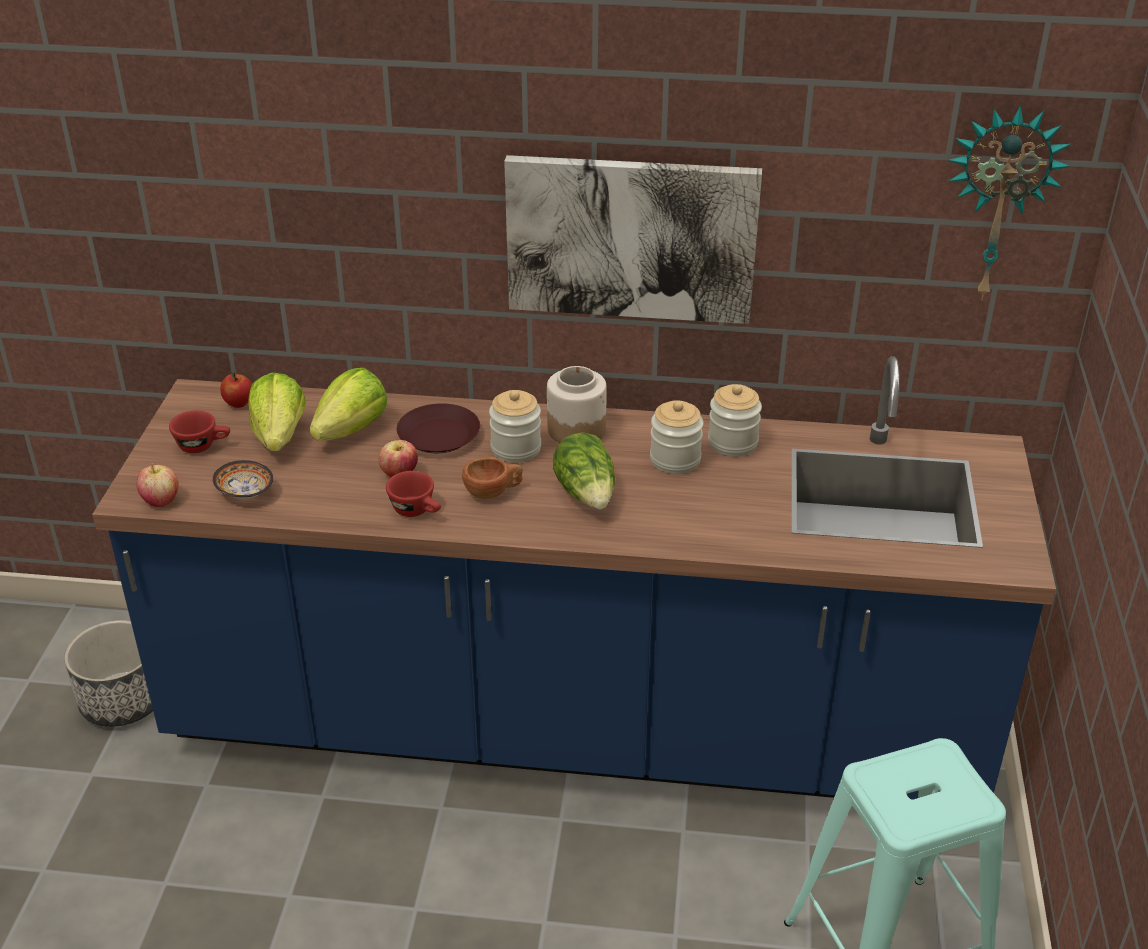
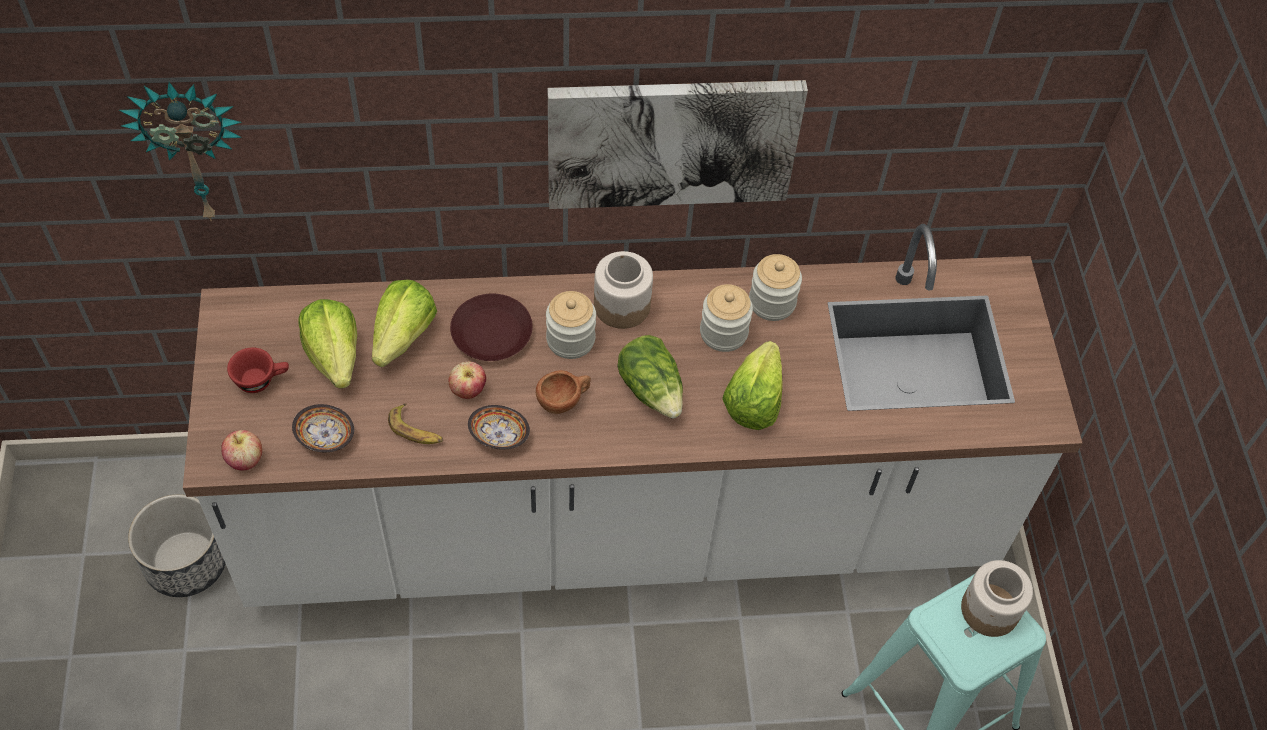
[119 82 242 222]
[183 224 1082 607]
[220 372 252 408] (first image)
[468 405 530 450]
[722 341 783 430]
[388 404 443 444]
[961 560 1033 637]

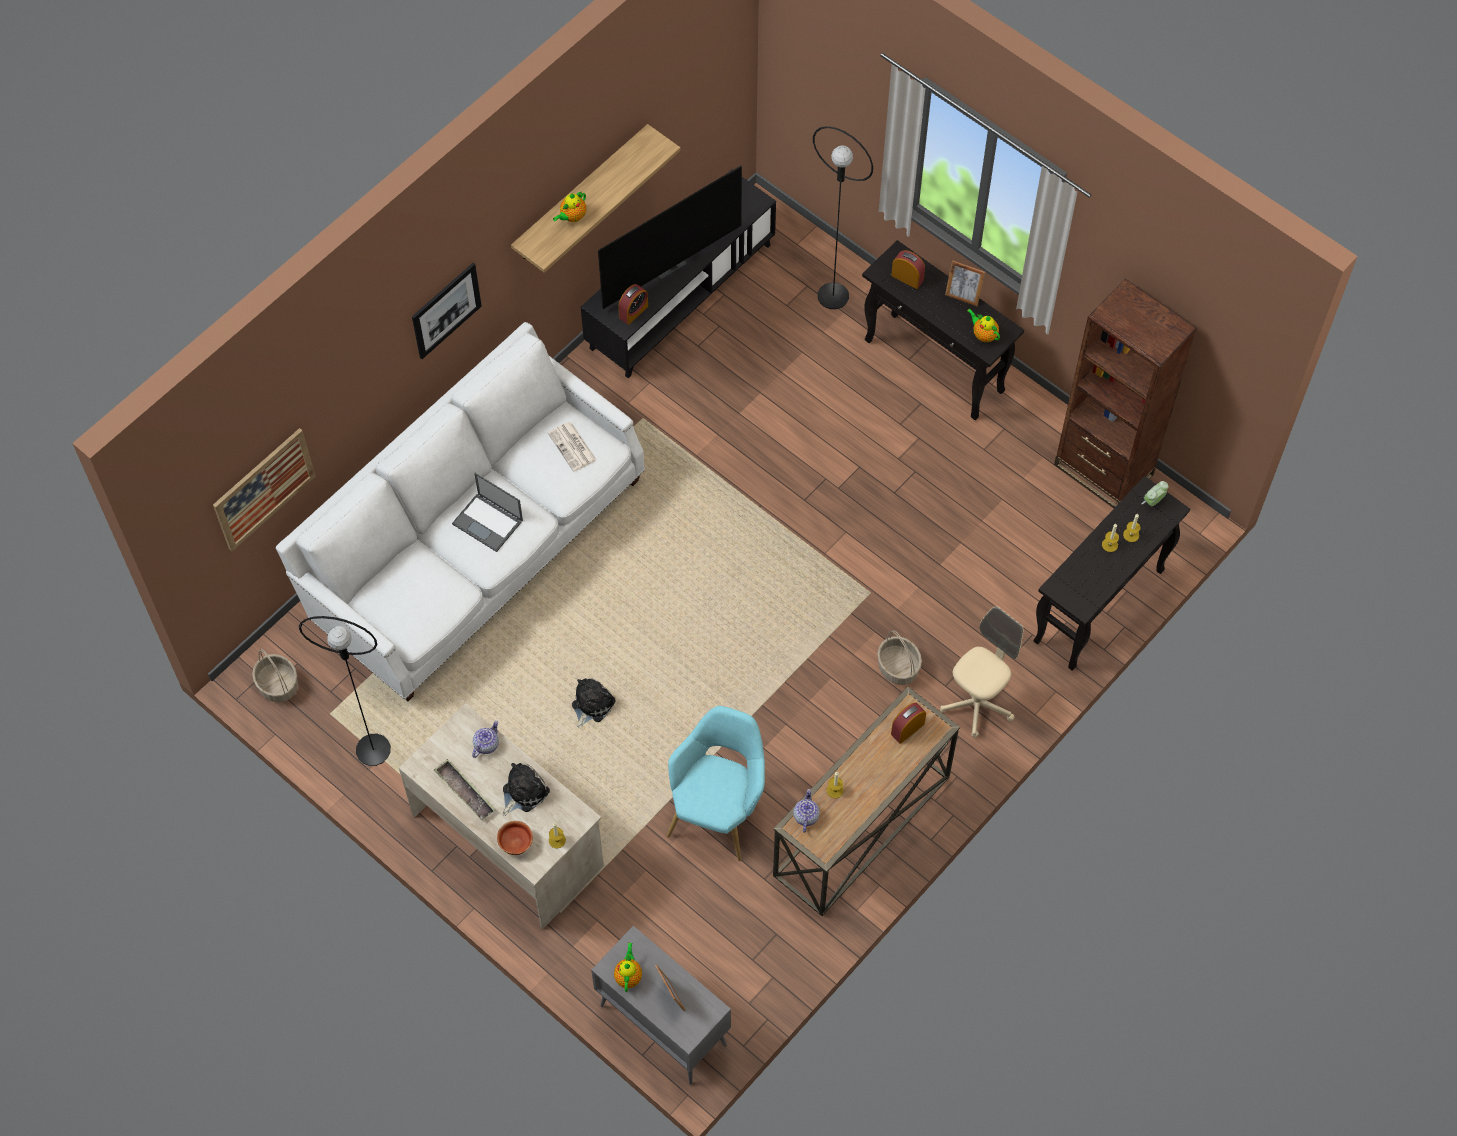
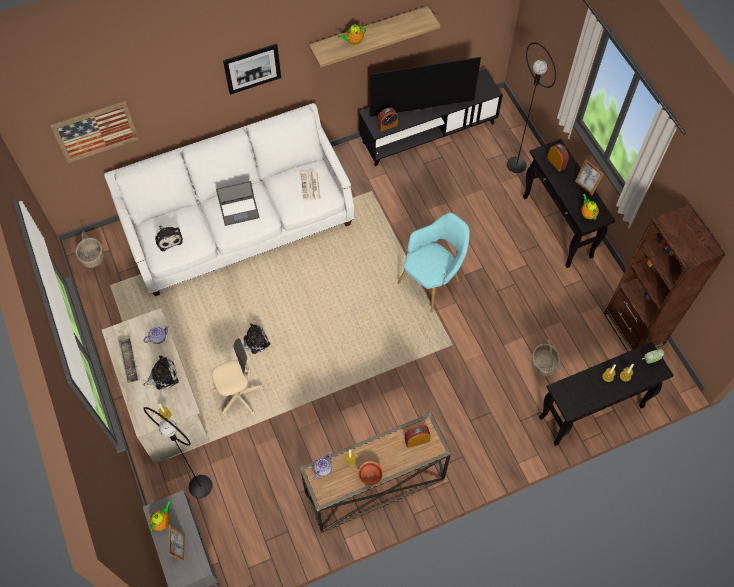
[216 181 260 226]
[212 338 264 417]
[144 407 213 498]
[532 340 560 376]
[398 213 470 312]
[358 461 383 486]
[155 226 183 252]

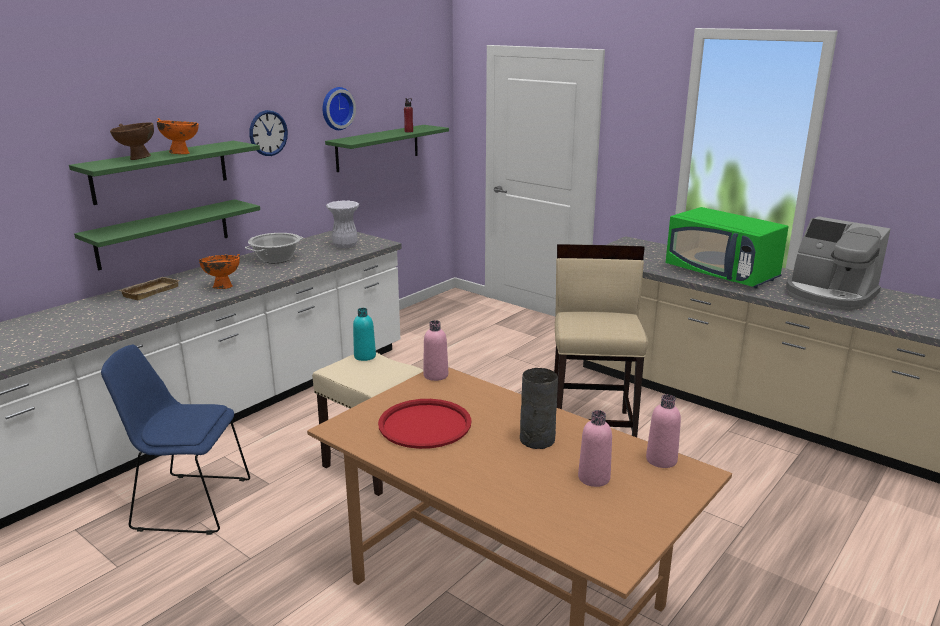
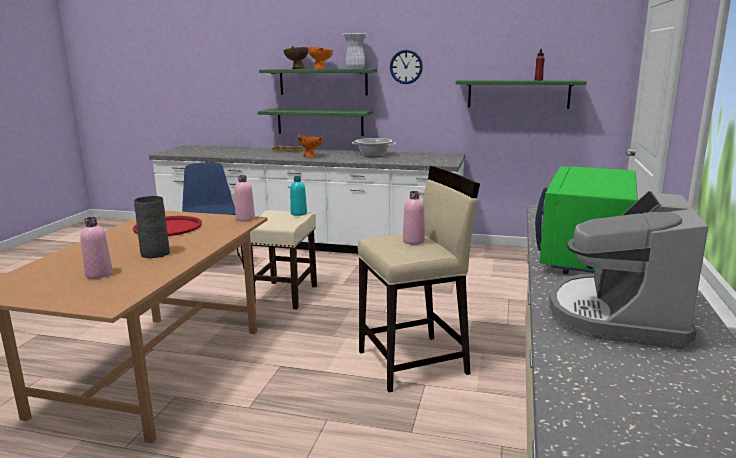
[323 87 356 130] (first image)
[342 33 368 69]
[403 191 425 245]

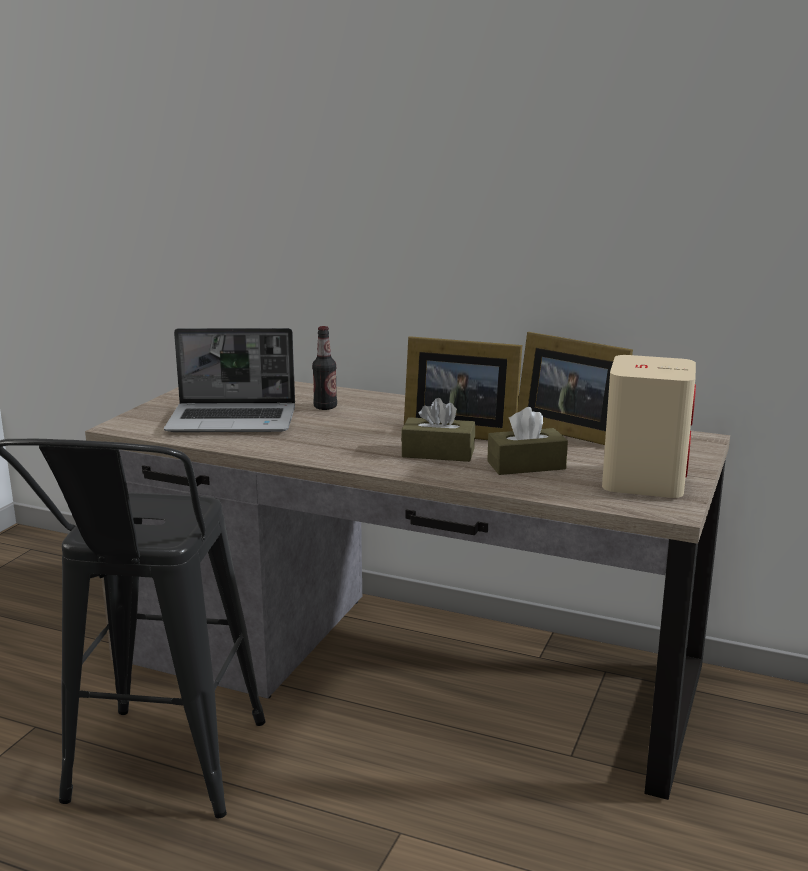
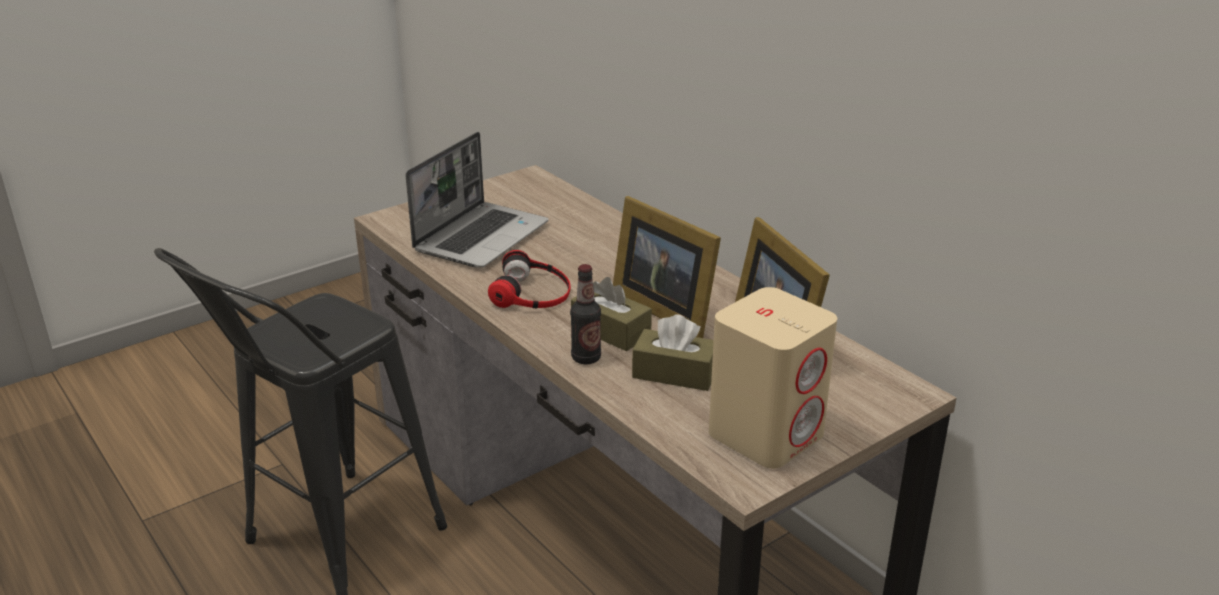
[570 264 601 364]
[405 132 549 268]
[488 250 571 308]

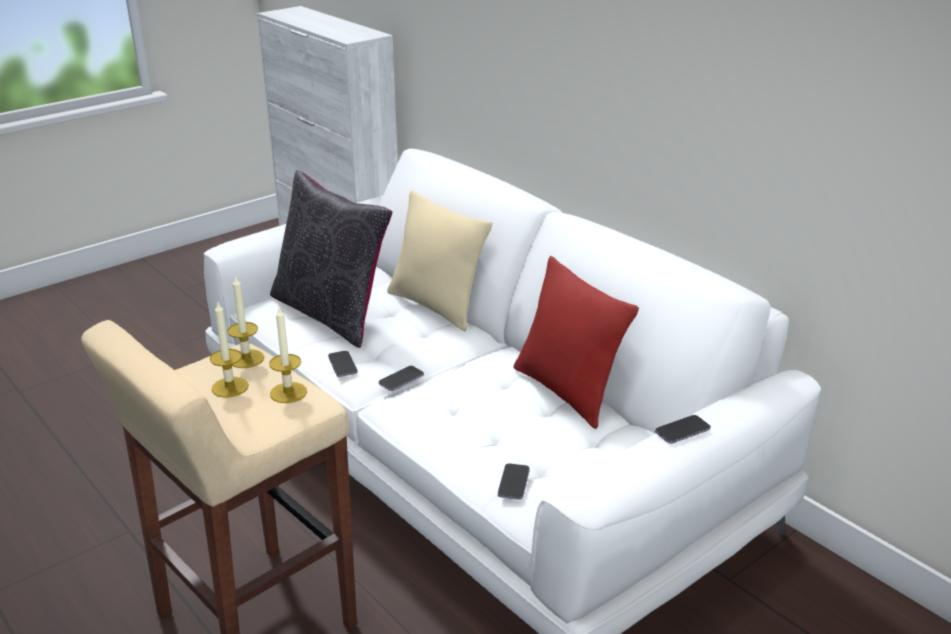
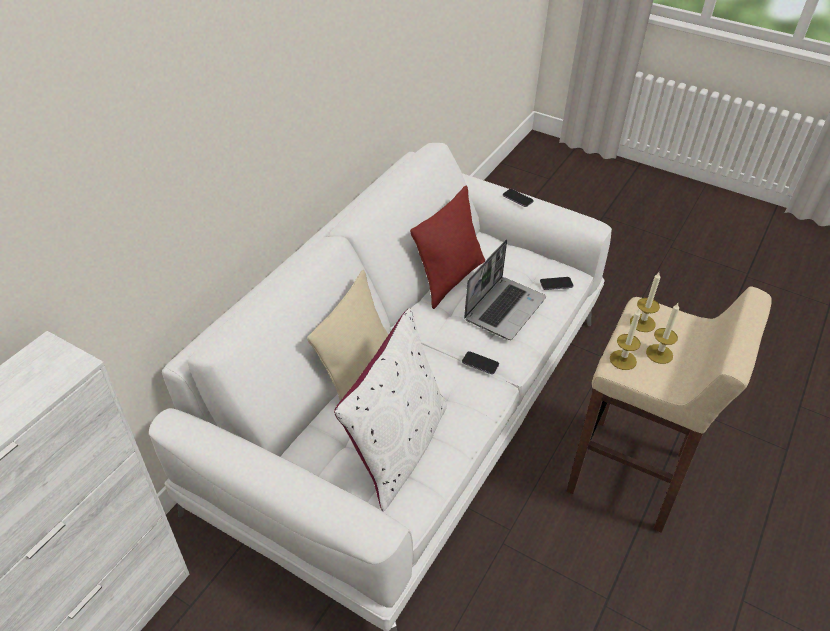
[334 308 447 512]
[328 351 358 377] (first image)
[464 239 546 340]

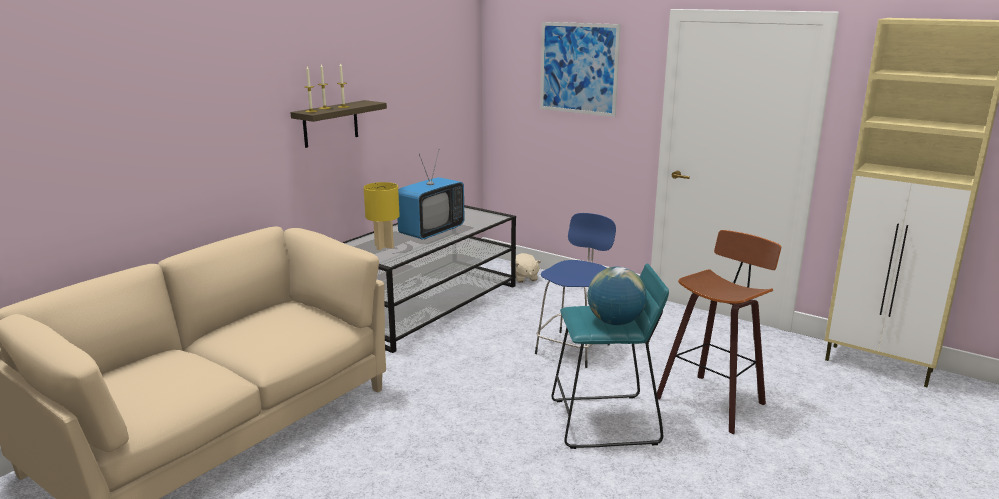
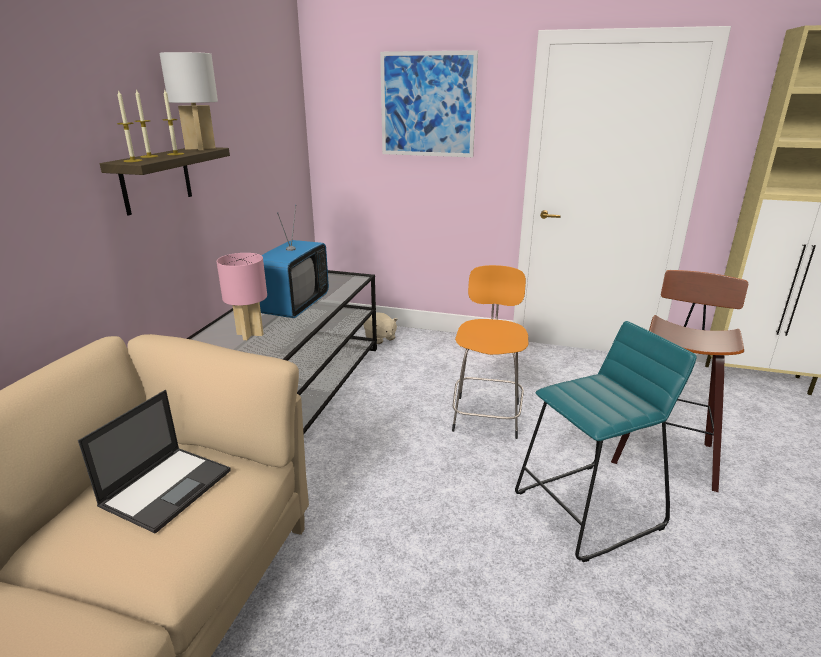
[217 253 267 340]
[452 265 529 439]
[587 267 646 325] (first image)
[159 52 218 150]
[78 390 231 534]

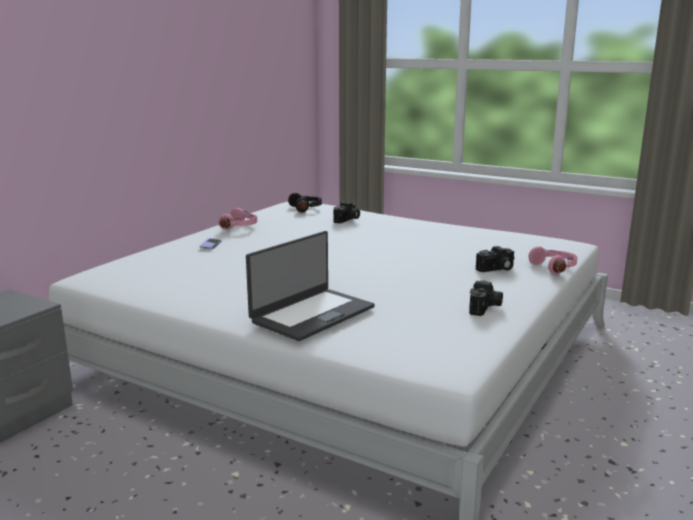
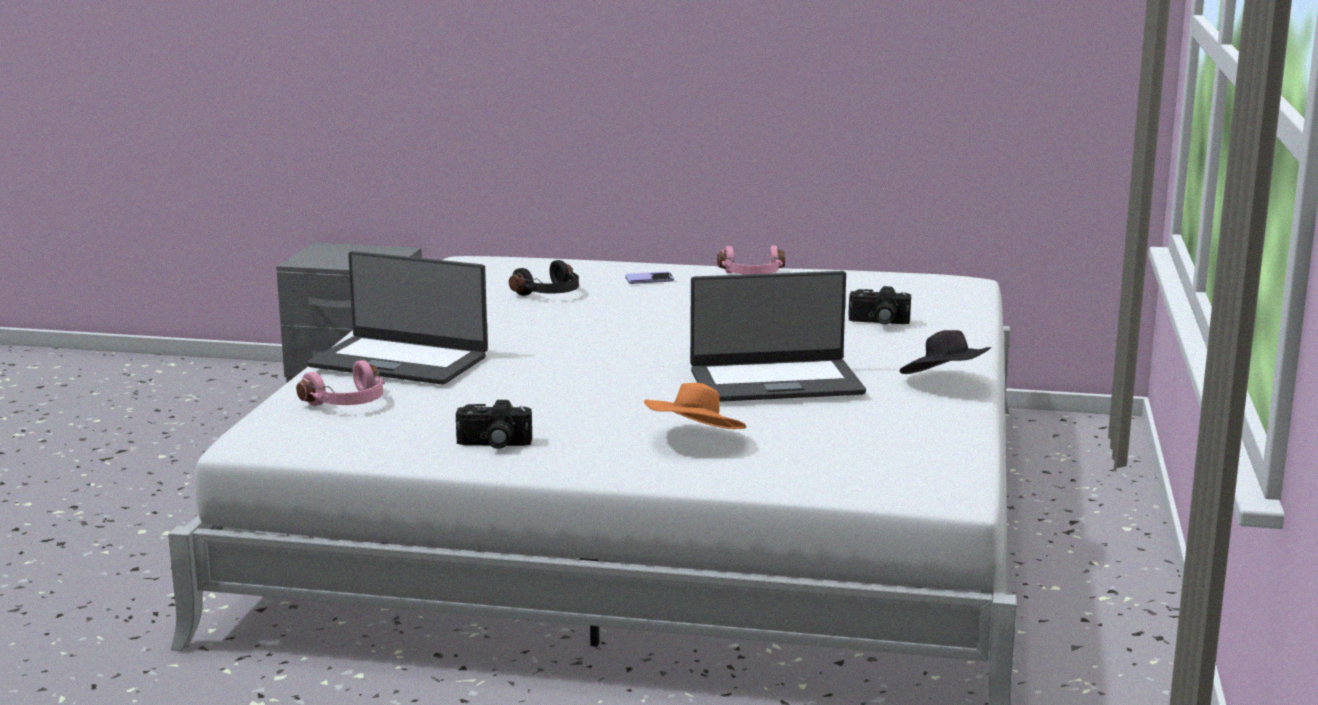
[509 260 579 296]
[644 383 747 429]
[296 360 385 406]
[690 271 866 402]
[900 330 992 374]

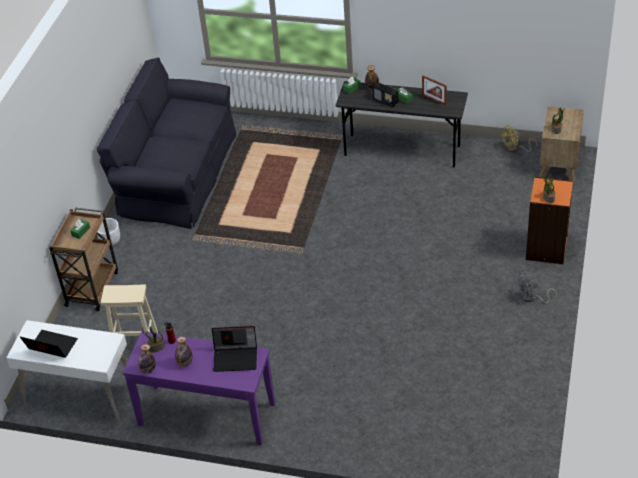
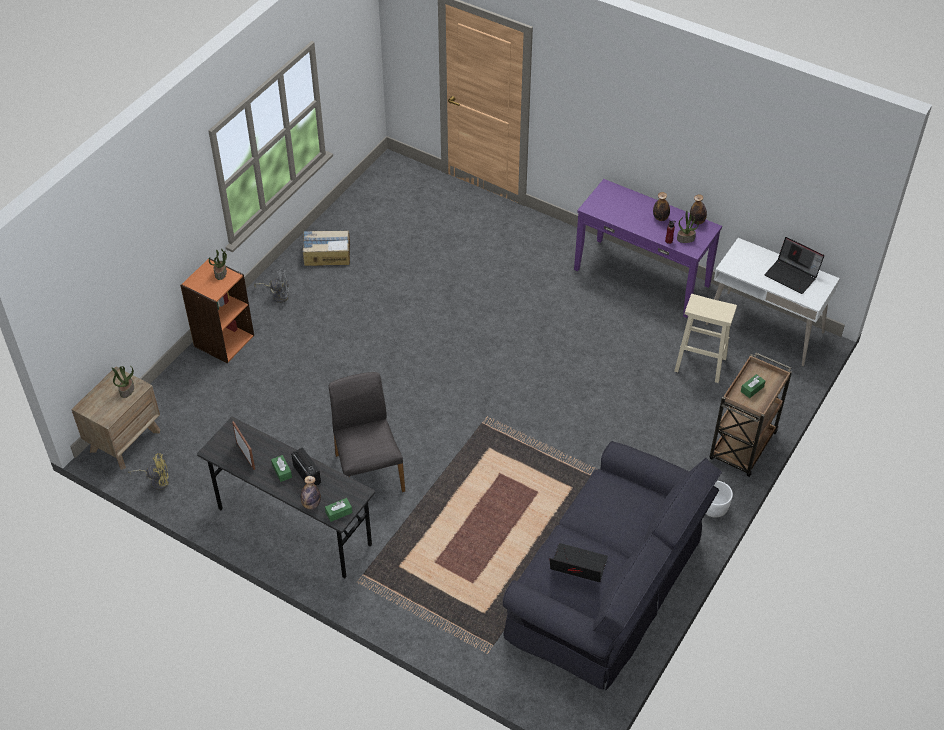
[549 543 608 582]
[303 231 350 266]
[329 372 405 492]

